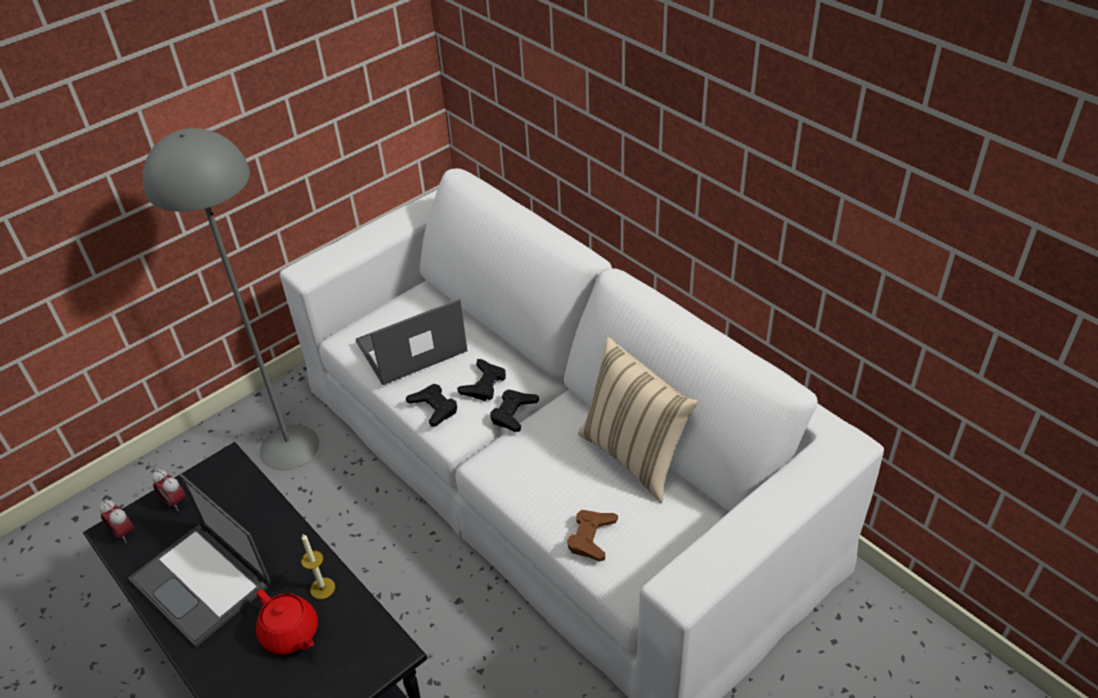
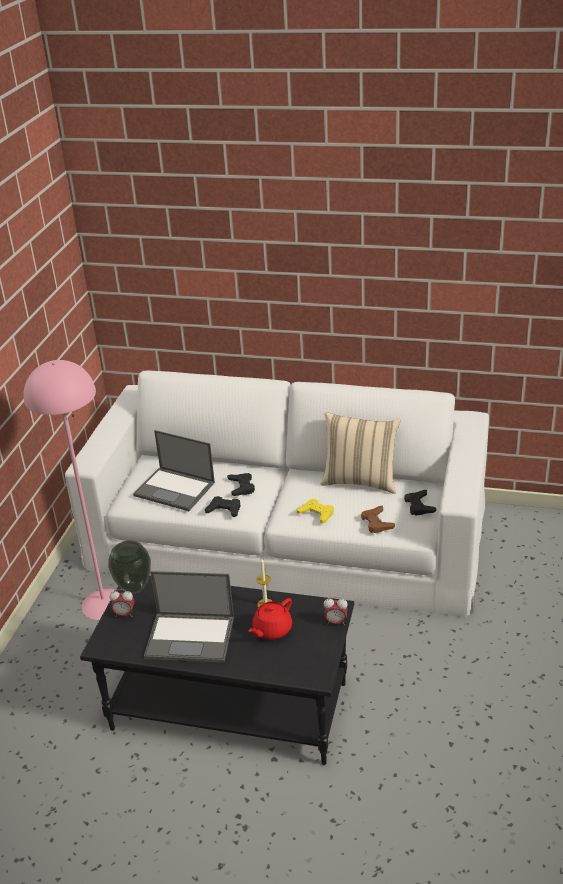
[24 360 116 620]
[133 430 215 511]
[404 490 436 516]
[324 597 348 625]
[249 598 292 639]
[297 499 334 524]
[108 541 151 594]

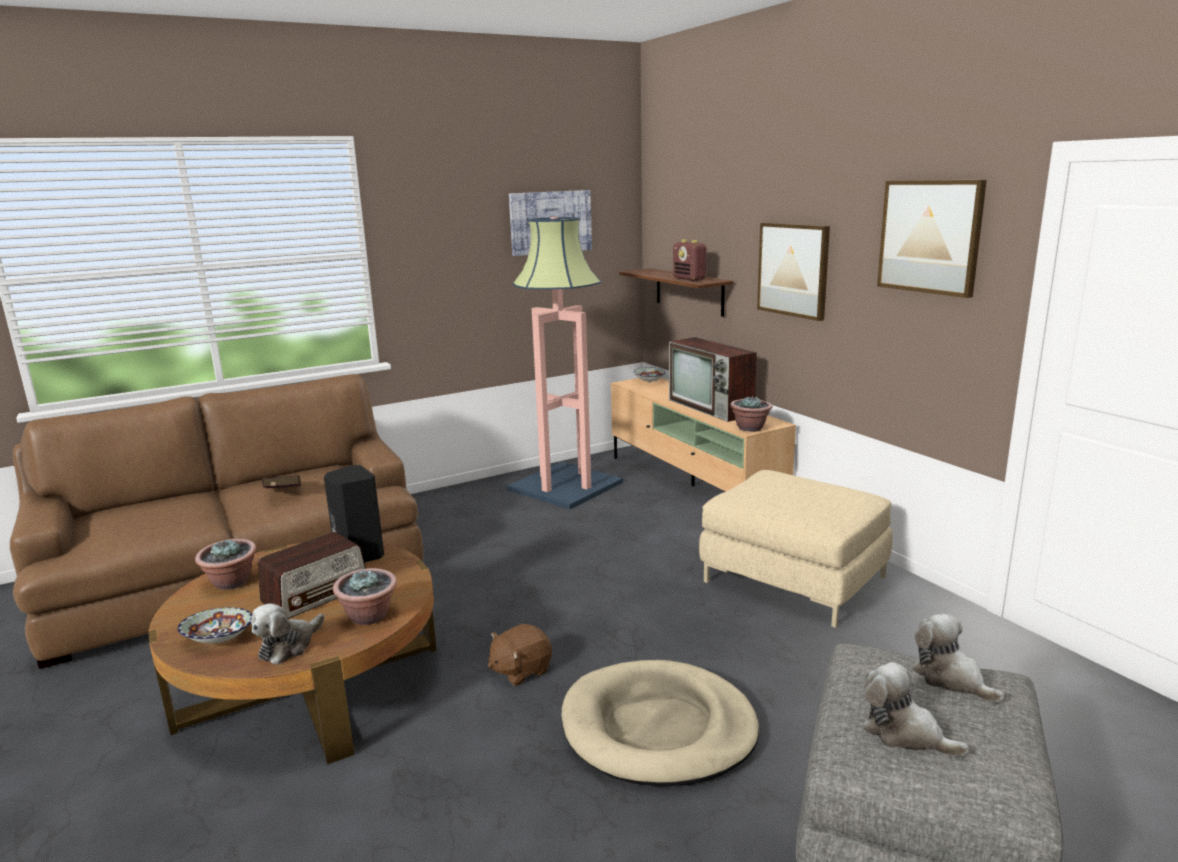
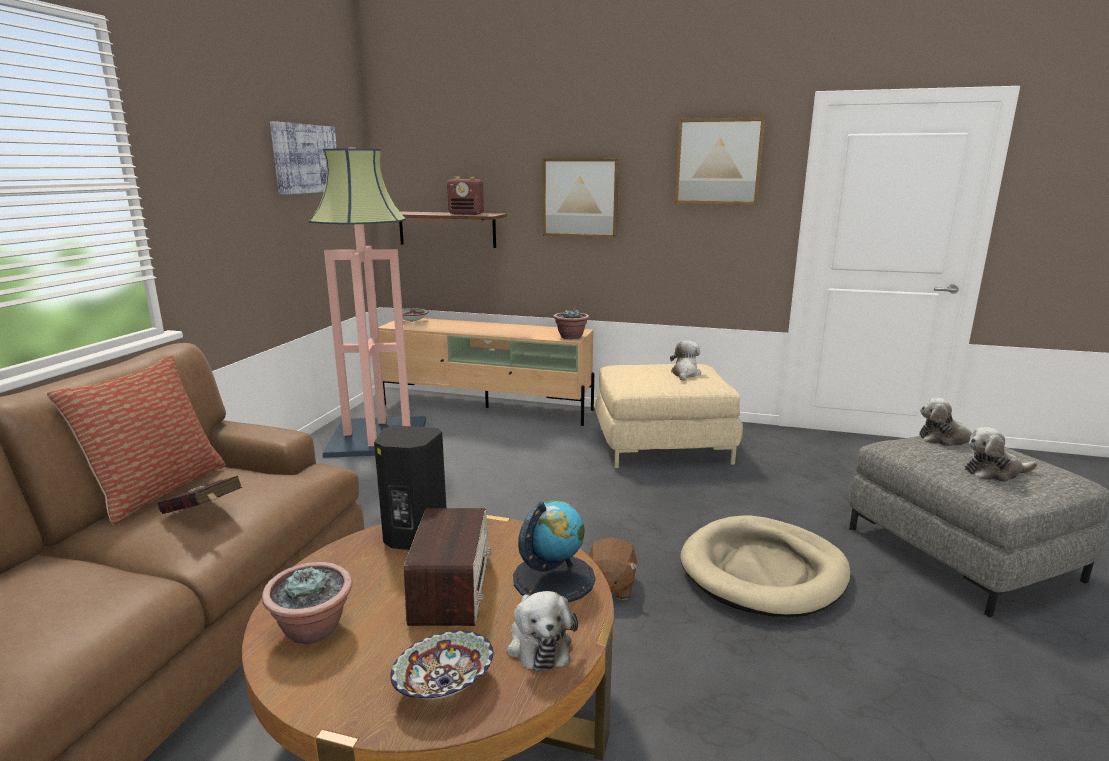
[669 337 757 422] (first image)
[513 500 596 602]
[670 341 701 381]
[46 355 226 525]

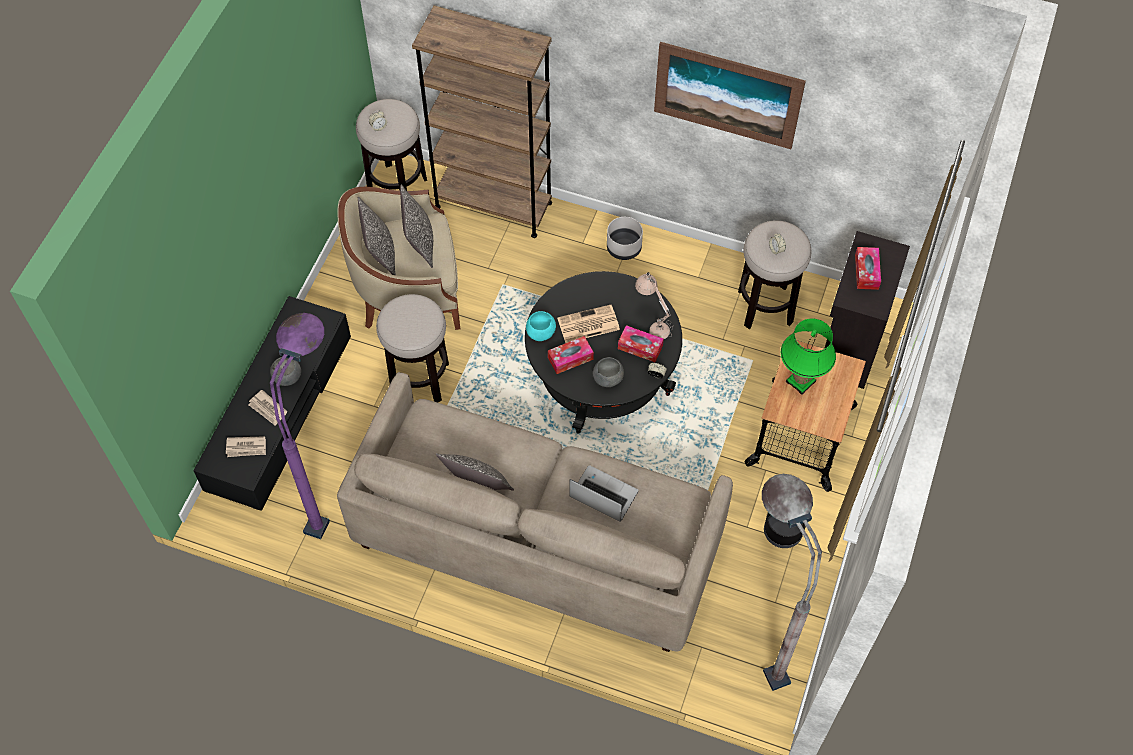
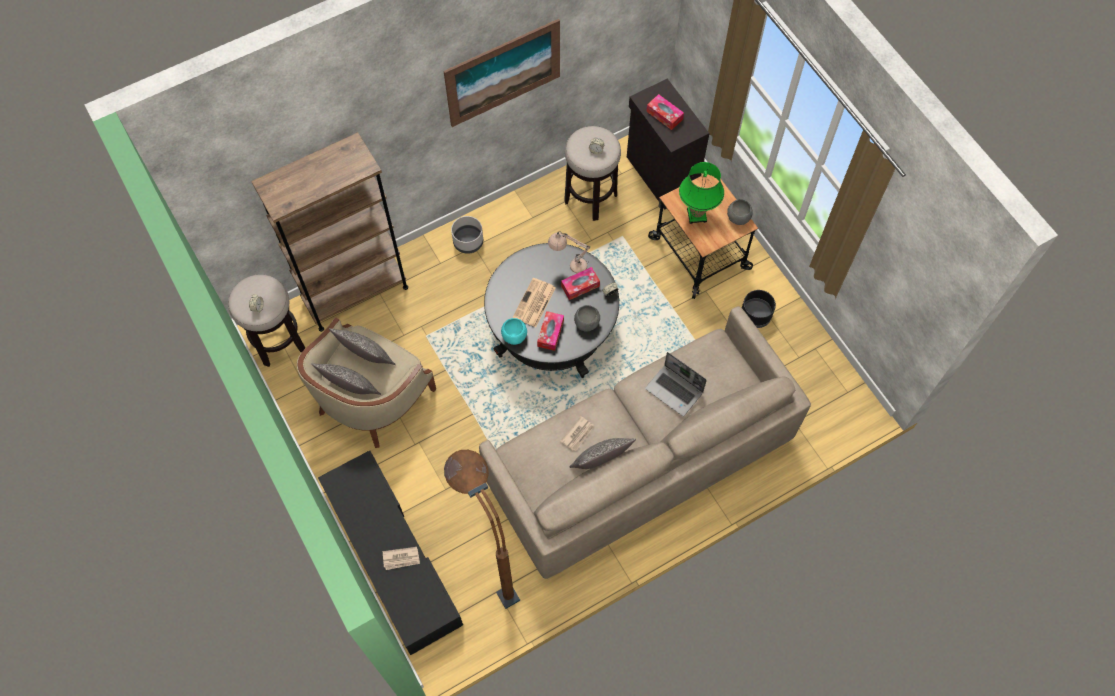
[376 294 449 403] (first image)
[444 450 520 609]
[727 199 753 225]
[560 416 595 451]
[645 352 707 416]
[762 474 822 691] (first image)

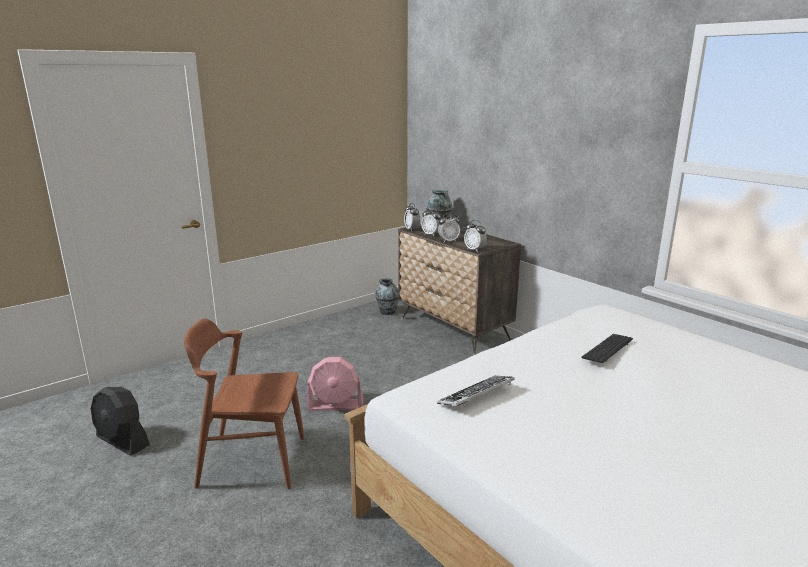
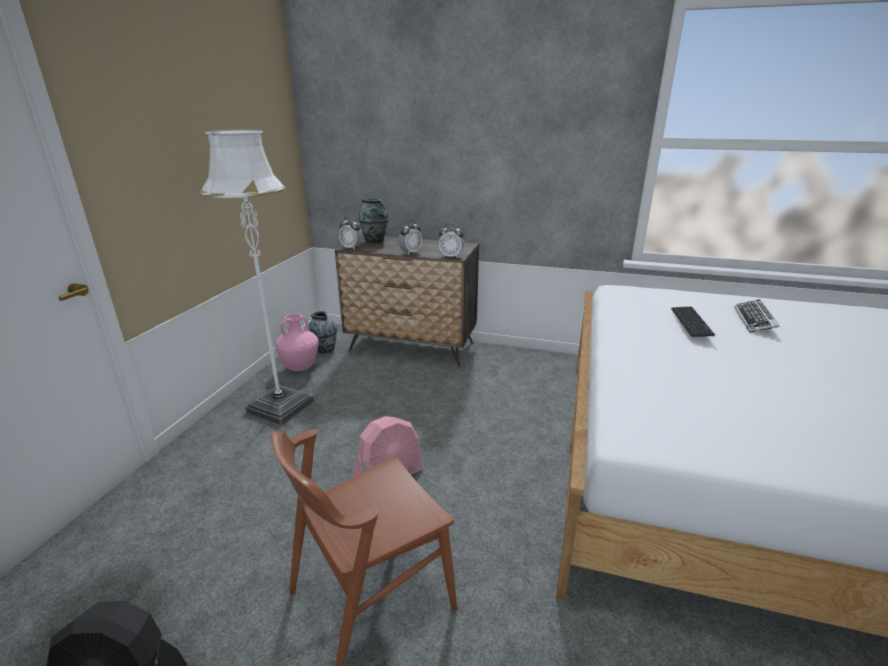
[421 207 441 236] (first image)
[734 299 779 333]
[200 130 314 426]
[275 314 318 372]

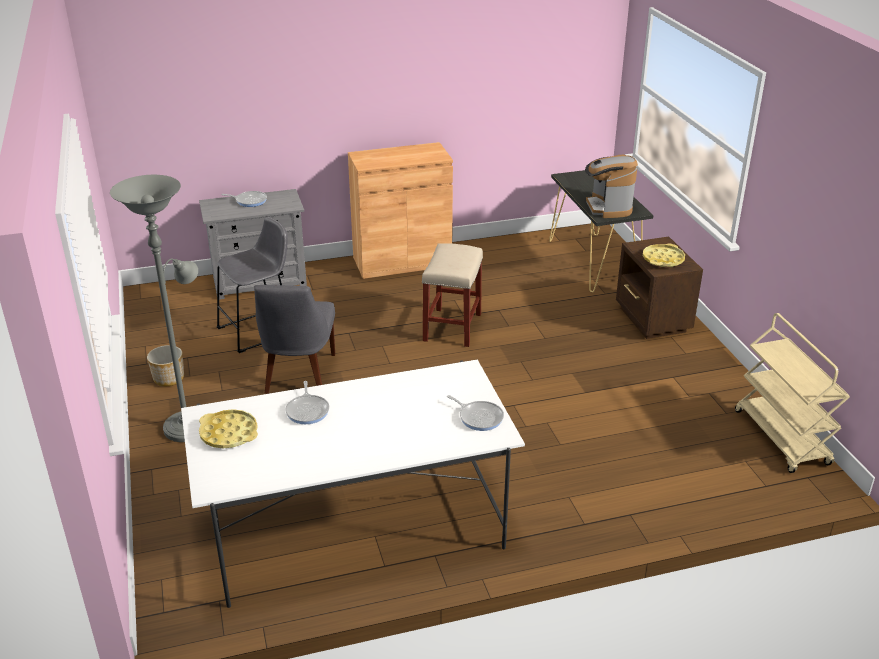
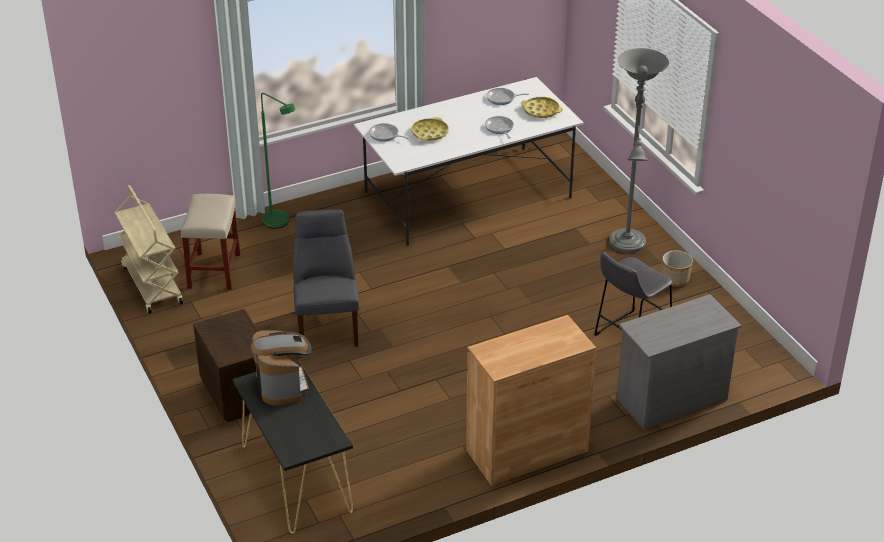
[486 88 529 105]
[181 194 241 290]
[411 117 449 141]
[293 209 359 347]
[261 93 295 229]

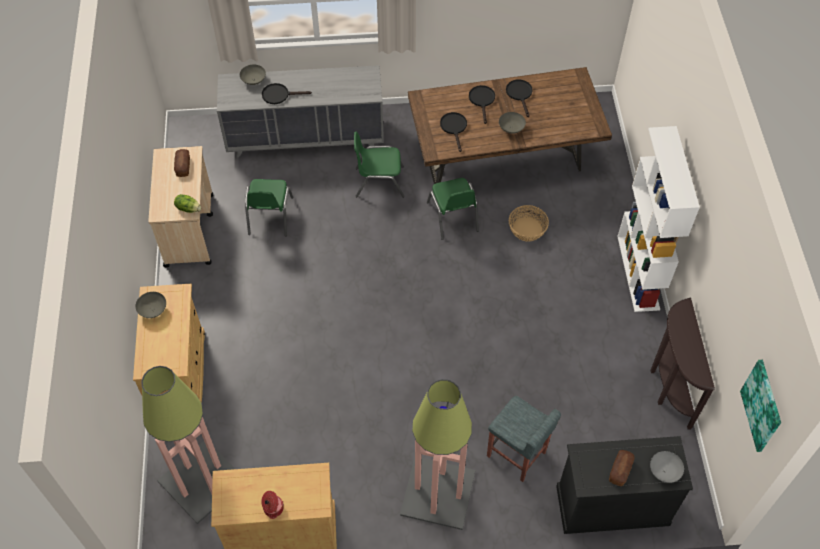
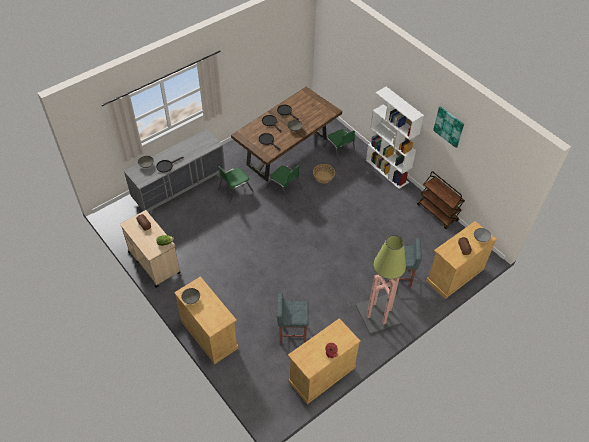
[323 129 356 164]
[417 171 465 229]
[433 106 464 148]
[141 366 235 524] (first image)
[426 221 497 299]
[277 293 309 343]

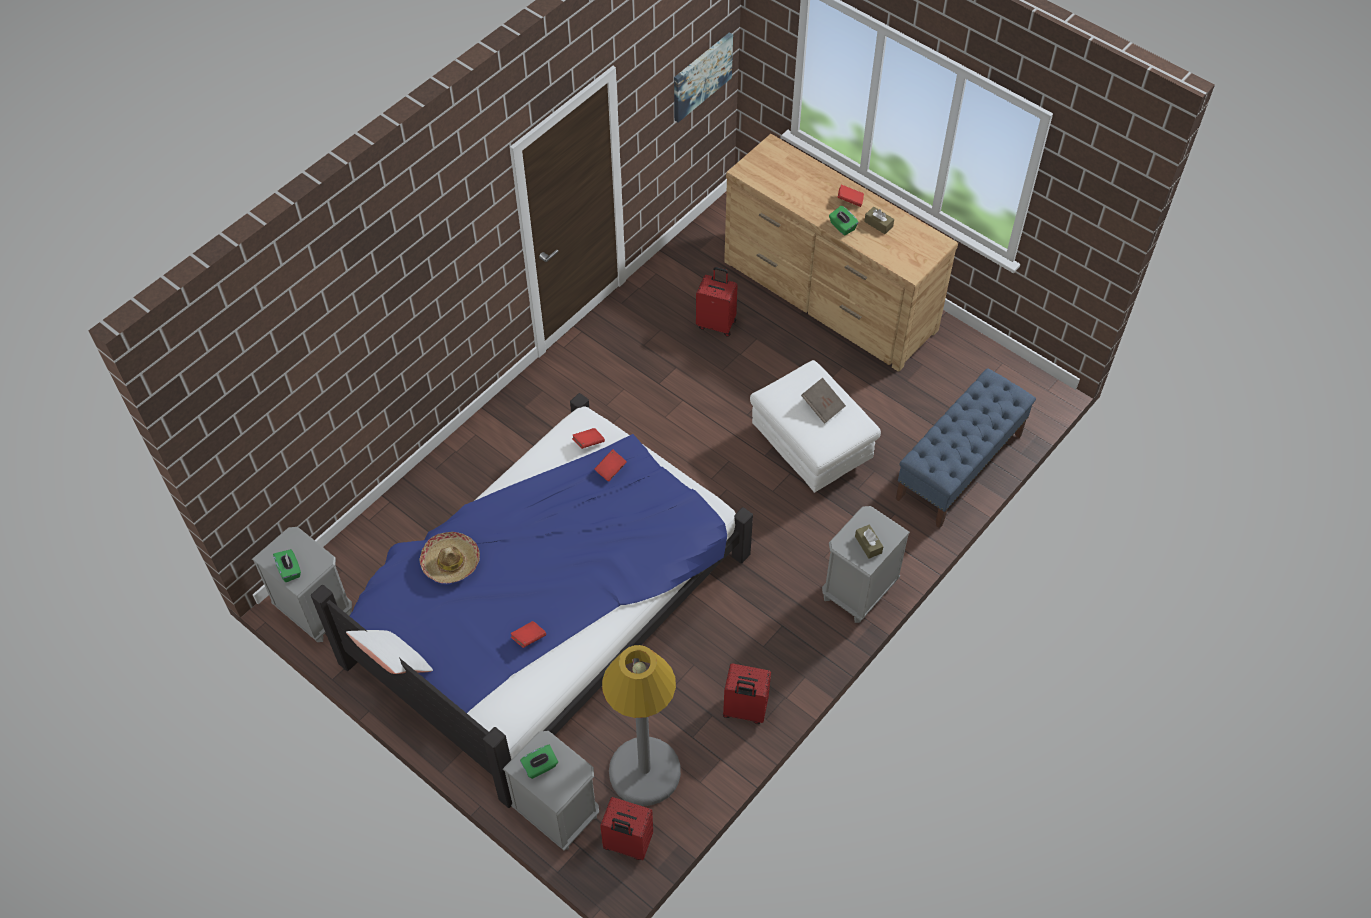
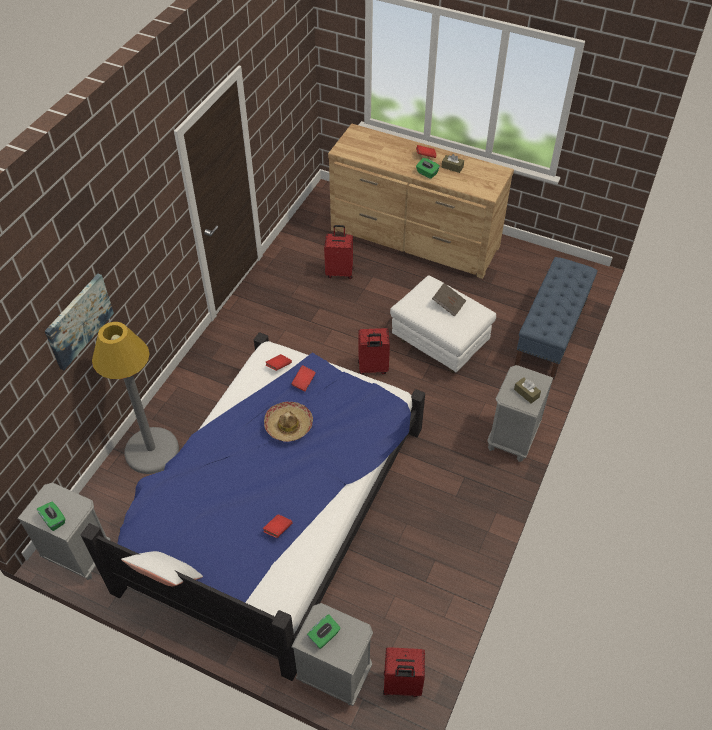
[45 274 114 370]
[264 402 313 442]
[92 322 179 474]
[358 328 390 375]

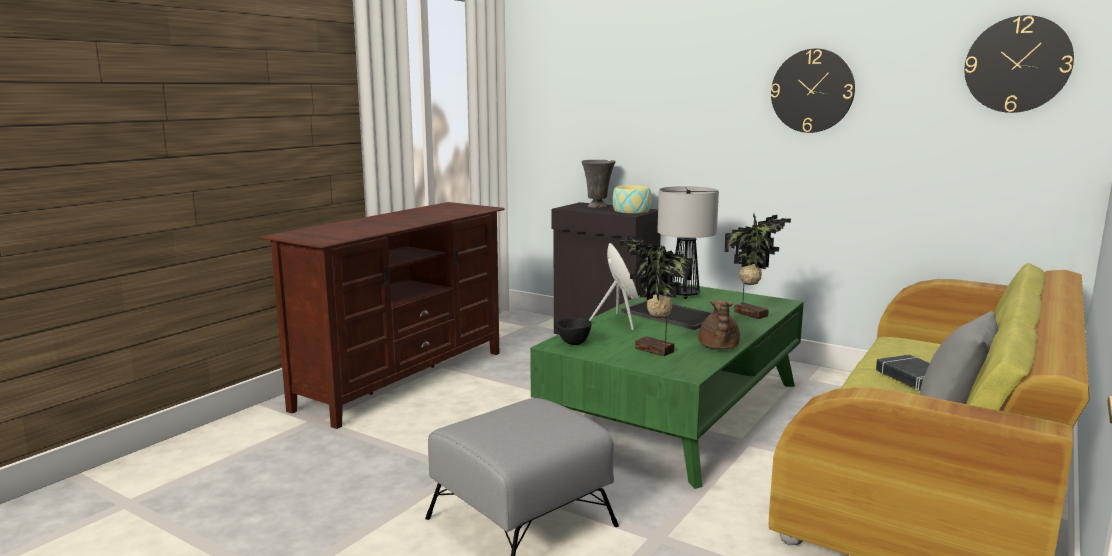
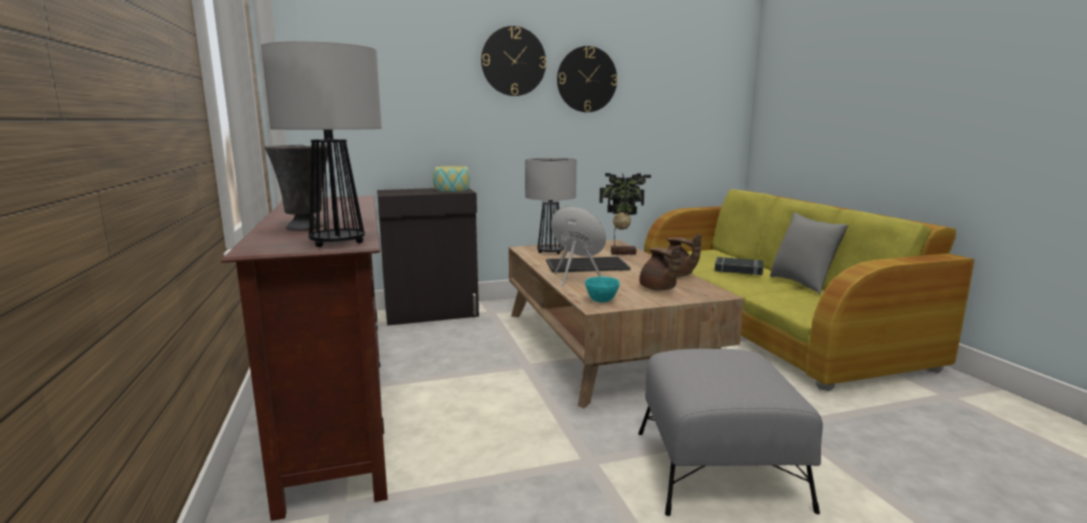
[481 26 546 96]
[264 144 328 231]
[639 245 681 290]
[509 240 744 409]
[585 277 620 302]
[261 41 382 247]

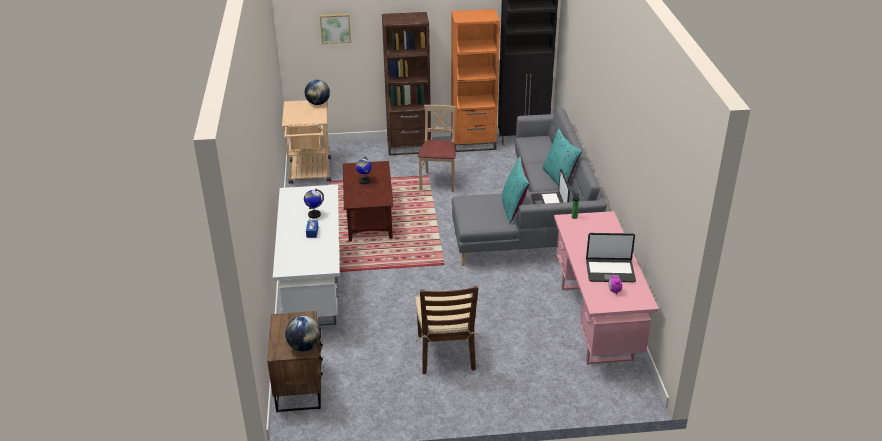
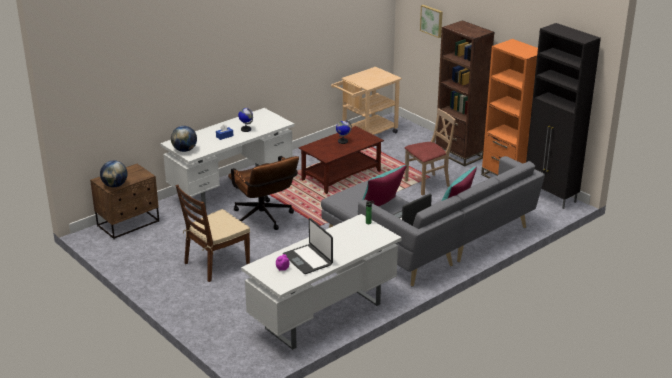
[171 126 197 152]
[241 214 402 350]
[228 156 299 230]

